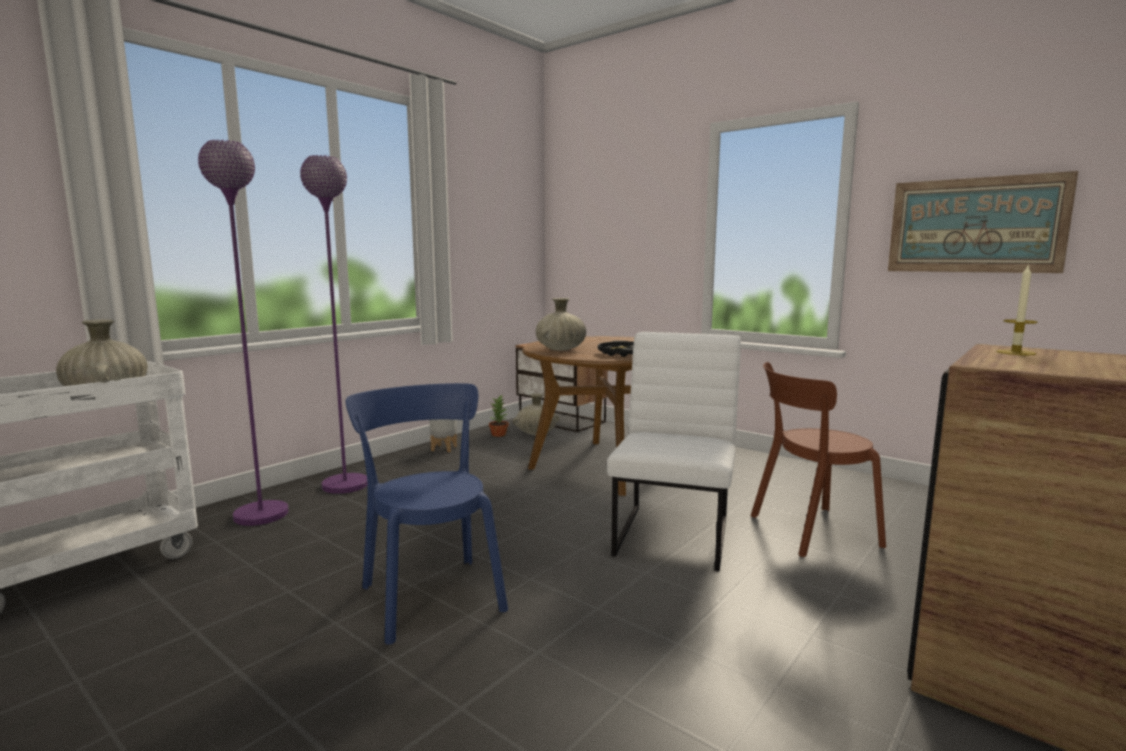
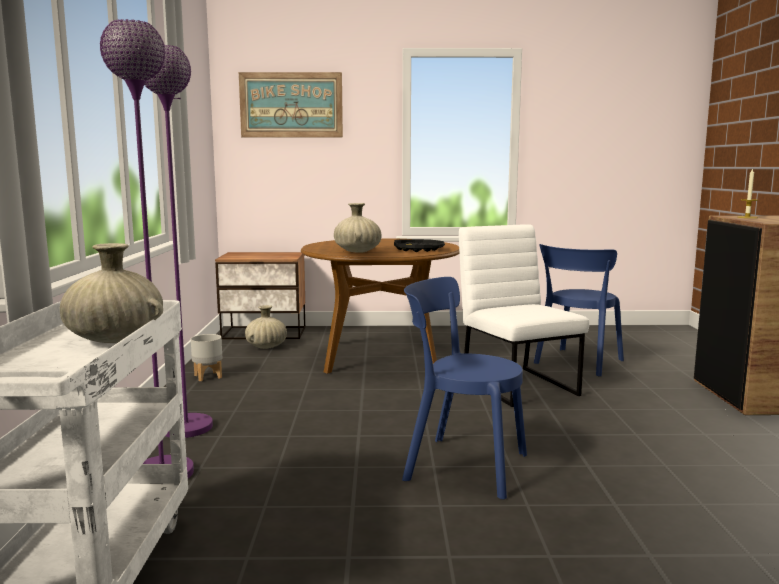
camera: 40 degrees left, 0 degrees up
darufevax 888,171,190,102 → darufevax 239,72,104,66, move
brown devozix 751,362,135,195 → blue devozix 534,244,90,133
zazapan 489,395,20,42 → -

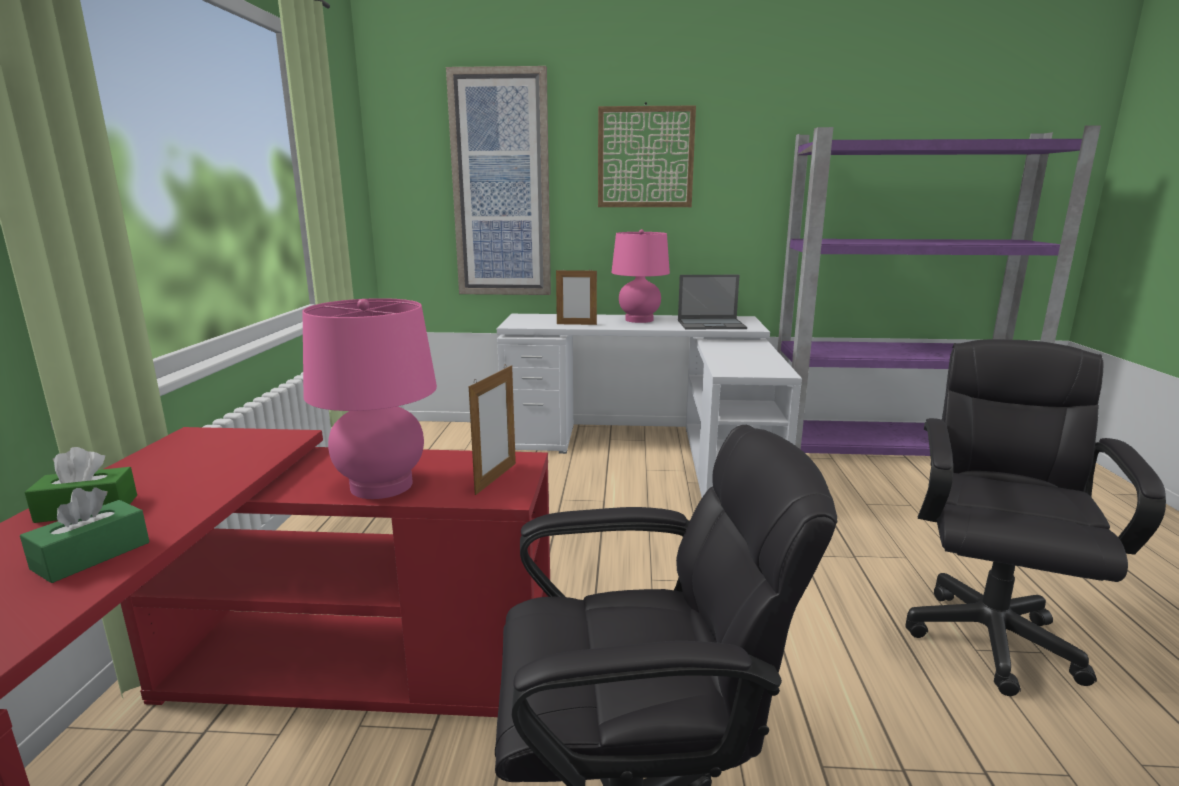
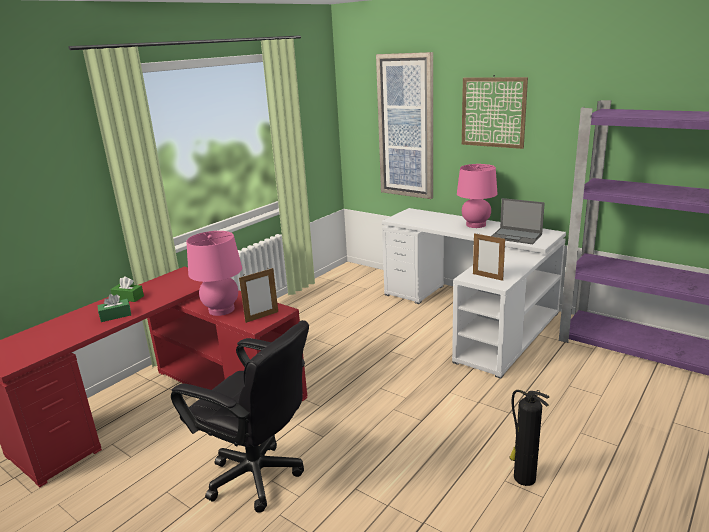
camera: 35 degrees right, 5 degrees up
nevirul 556,268,41,57 → nevirul 473,233,32,48, move
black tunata 905,339,261,357 → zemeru 510,390,39,96

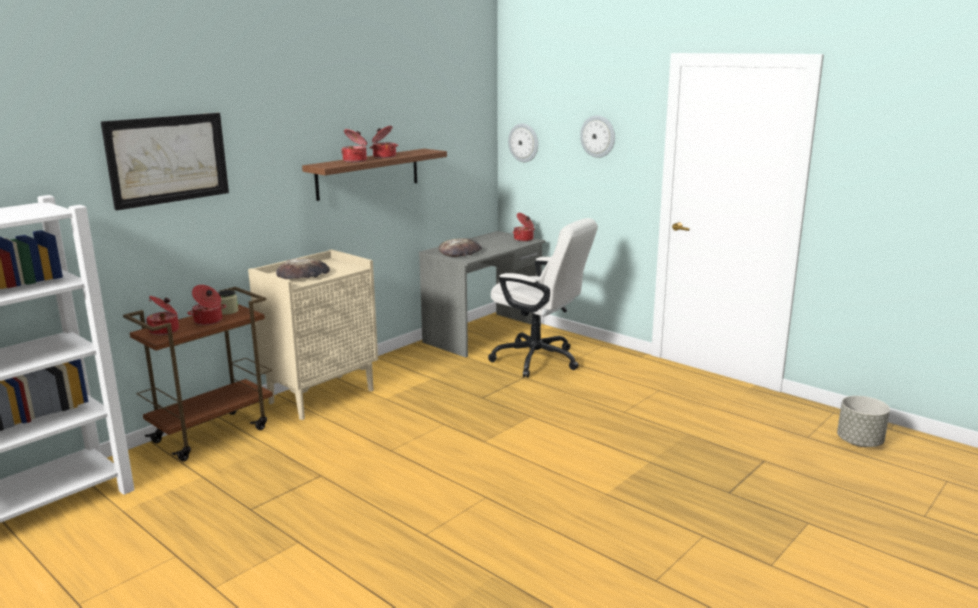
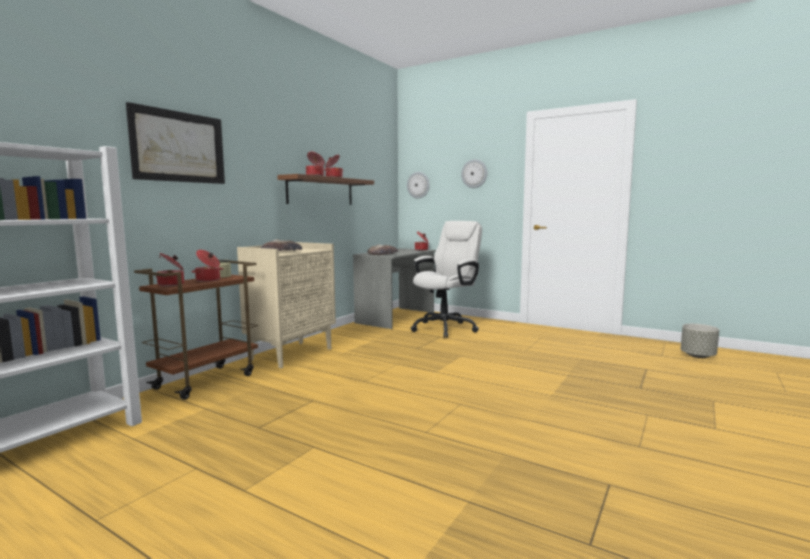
camera: 10 degrees left, 10 degrees down
white tunata 488,218,110,160 → white tunata 411,221,71,117, 75 degrees counterclockwise

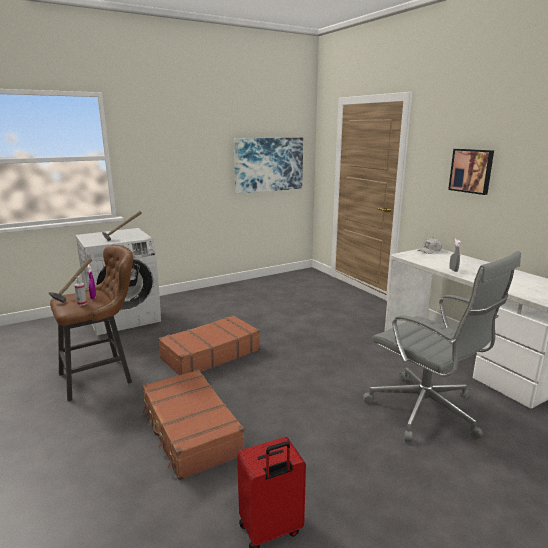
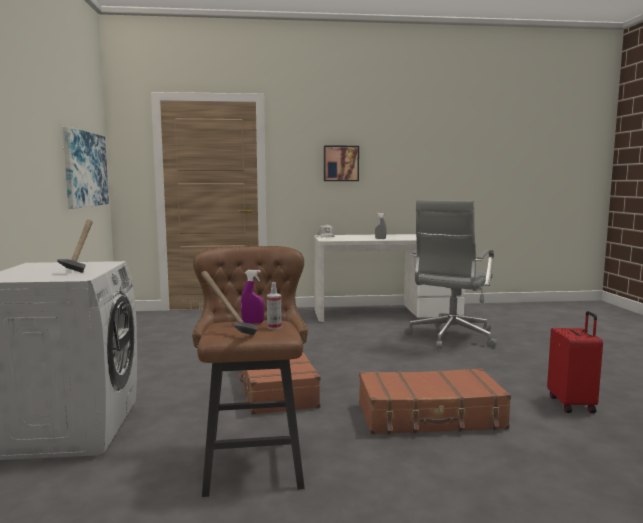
camera: 65 degrees left, 10 degrees down
grey tunata 363,251,158,191 → grey tunata 404,200,93,149, 135 degrees clockwise

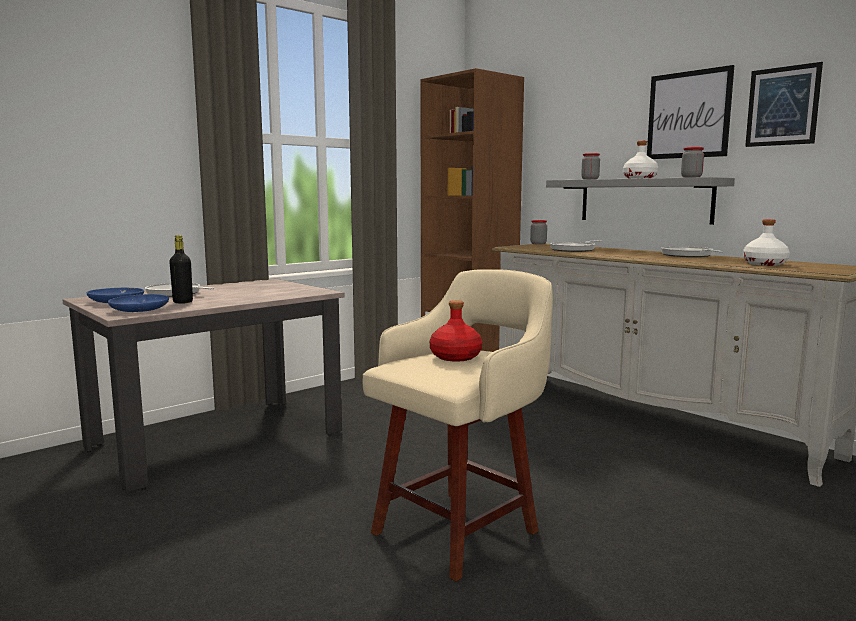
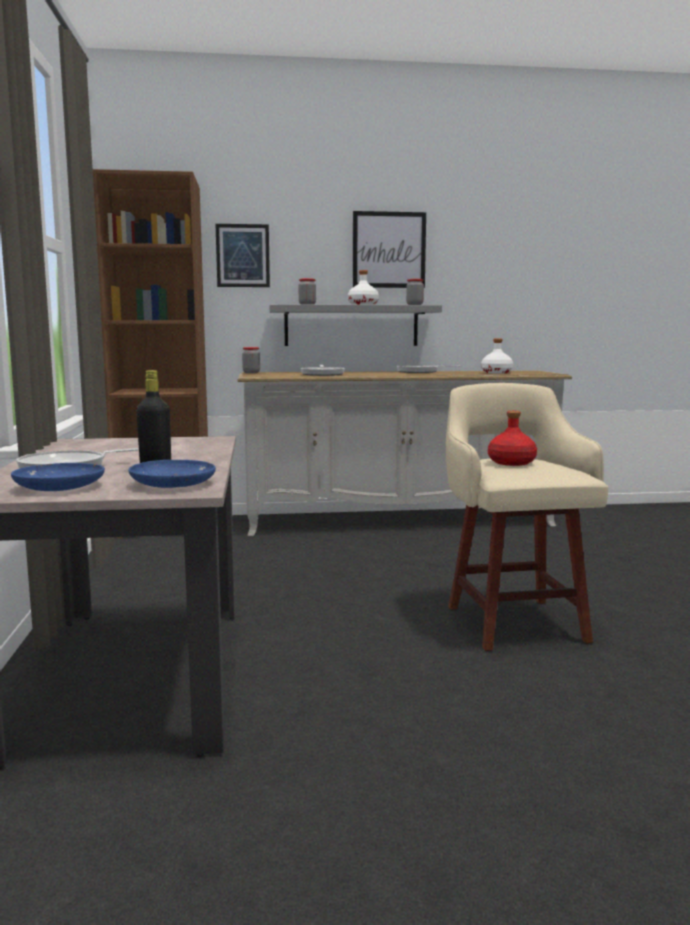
camera: 55 degrees left, 0 degrees up
darufevax 745,62,78,85 → darufevax 216,224,54,63, move

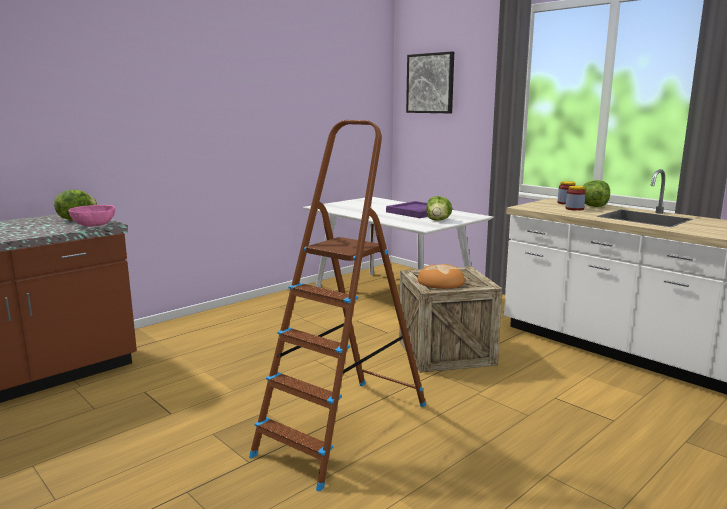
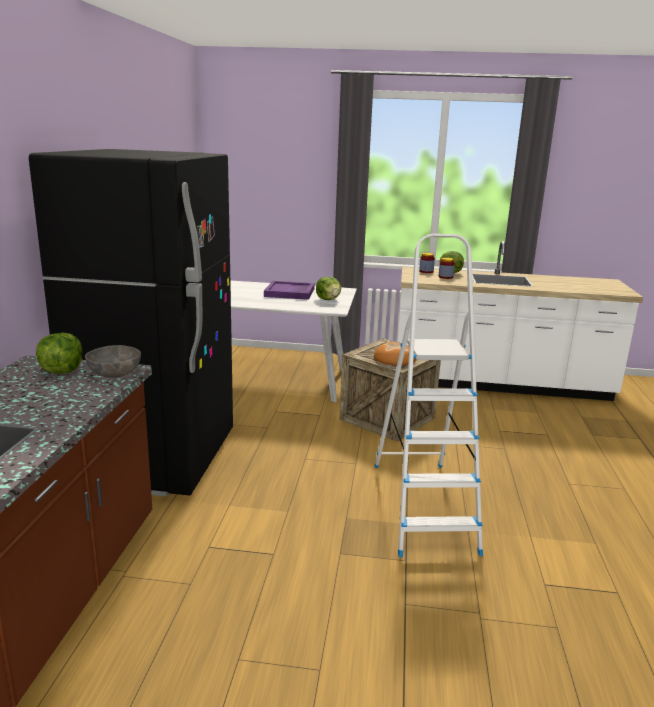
camera: 40 degrees left, 5 degrees up
darufevax 406,51,48,62 → -
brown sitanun 249,120,177,372 → white sitanun 375,234,108,323
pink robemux 68,205,47,22 → grey robemux 85,345,56,33
- → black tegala 29,149,204,347

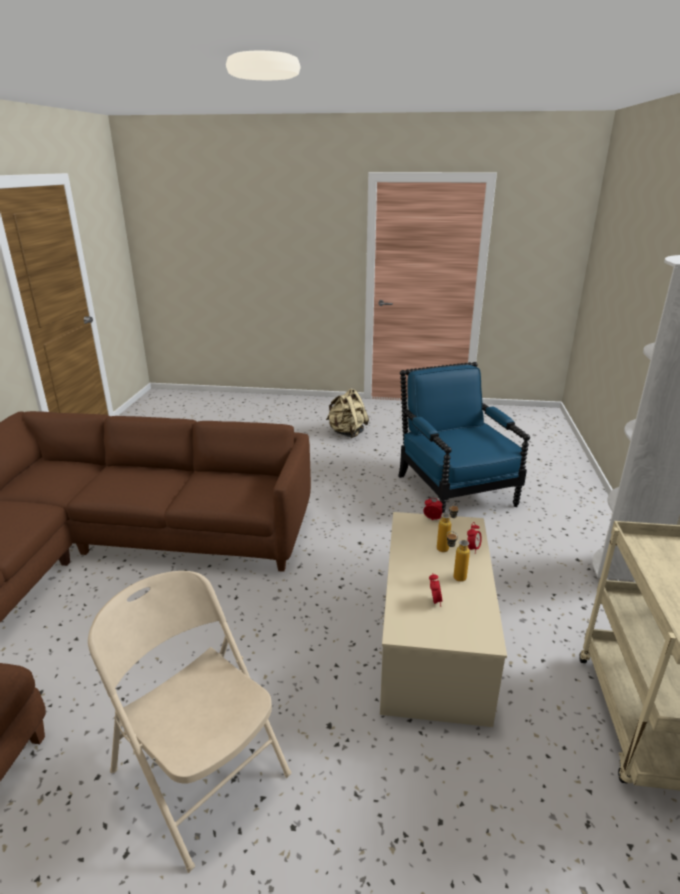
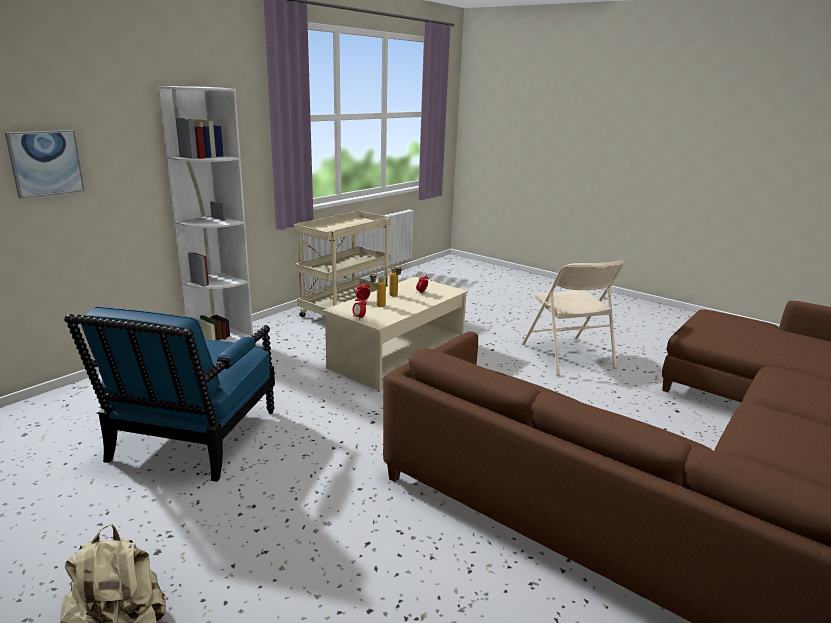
camera: 150 degrees left, 5 degrees down
- → darufevax 5,130,80,68

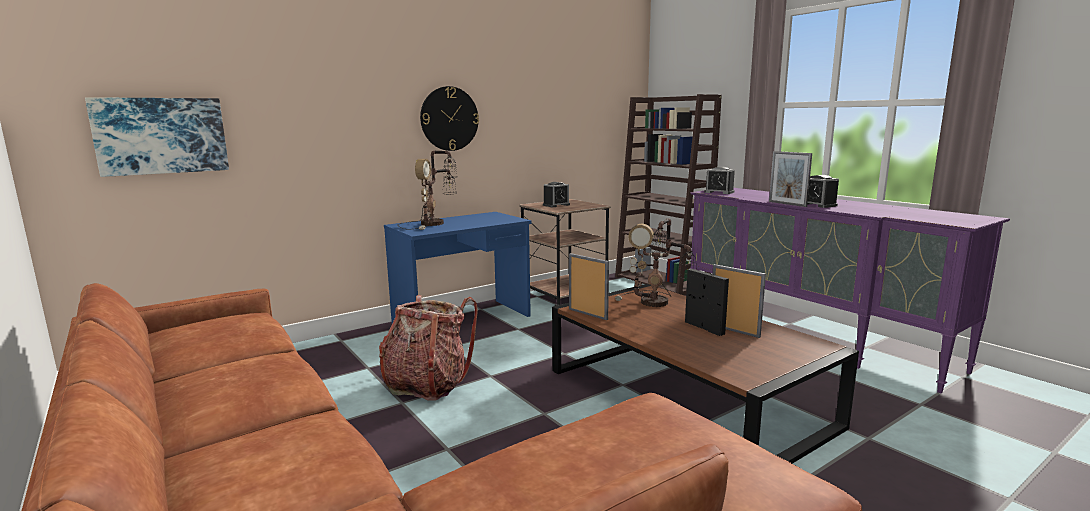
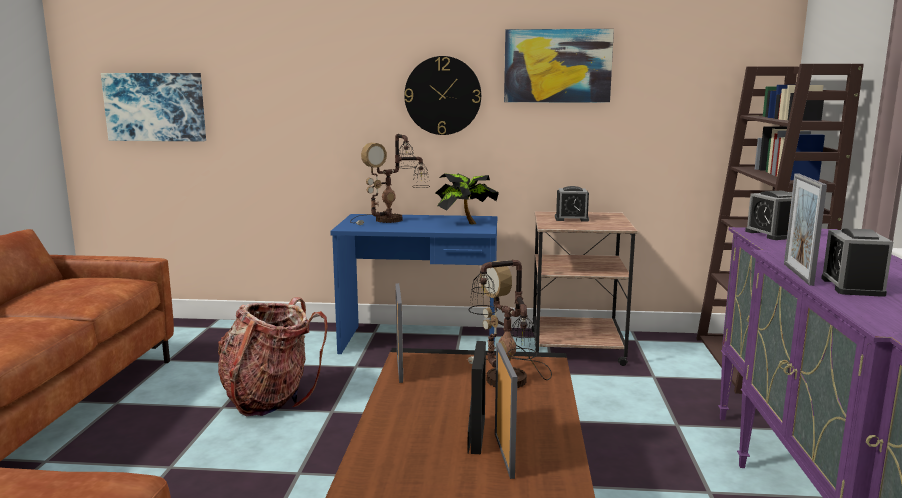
camera: 40 degrees right, 0 degrees up
- → darufevax 504,29,110,74
- → zazapan 435,174,64,50

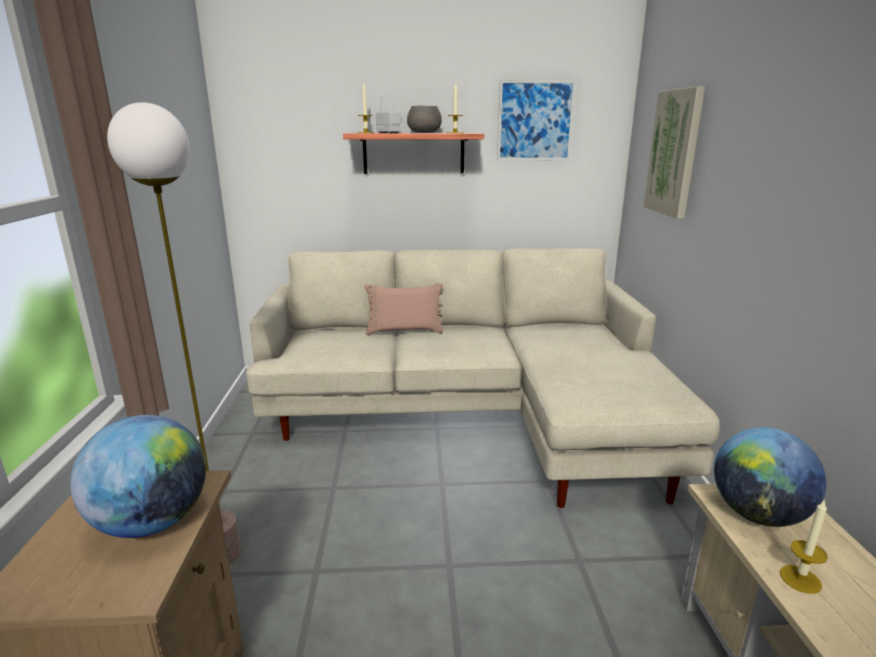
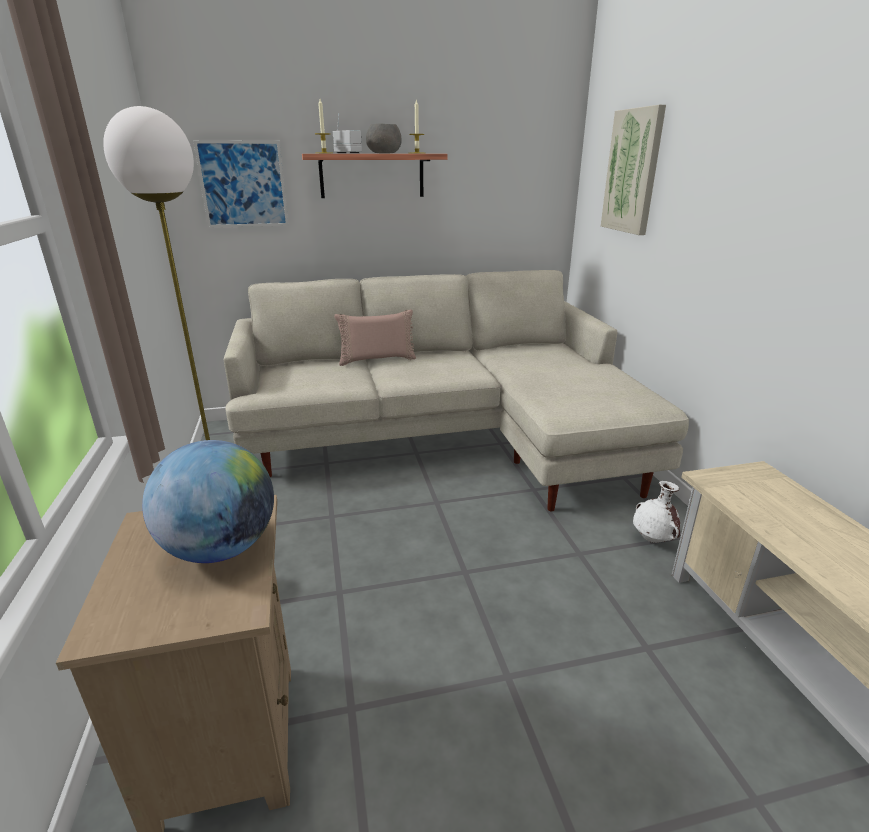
camera: 10 degrees left, 5 degrees up
darufevax 497,80,79,80 → darufevax 193,140,96,88, move
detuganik 714,427,112,100 → -
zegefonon 780,499,48,95 → -
- → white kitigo 633,481,47,62

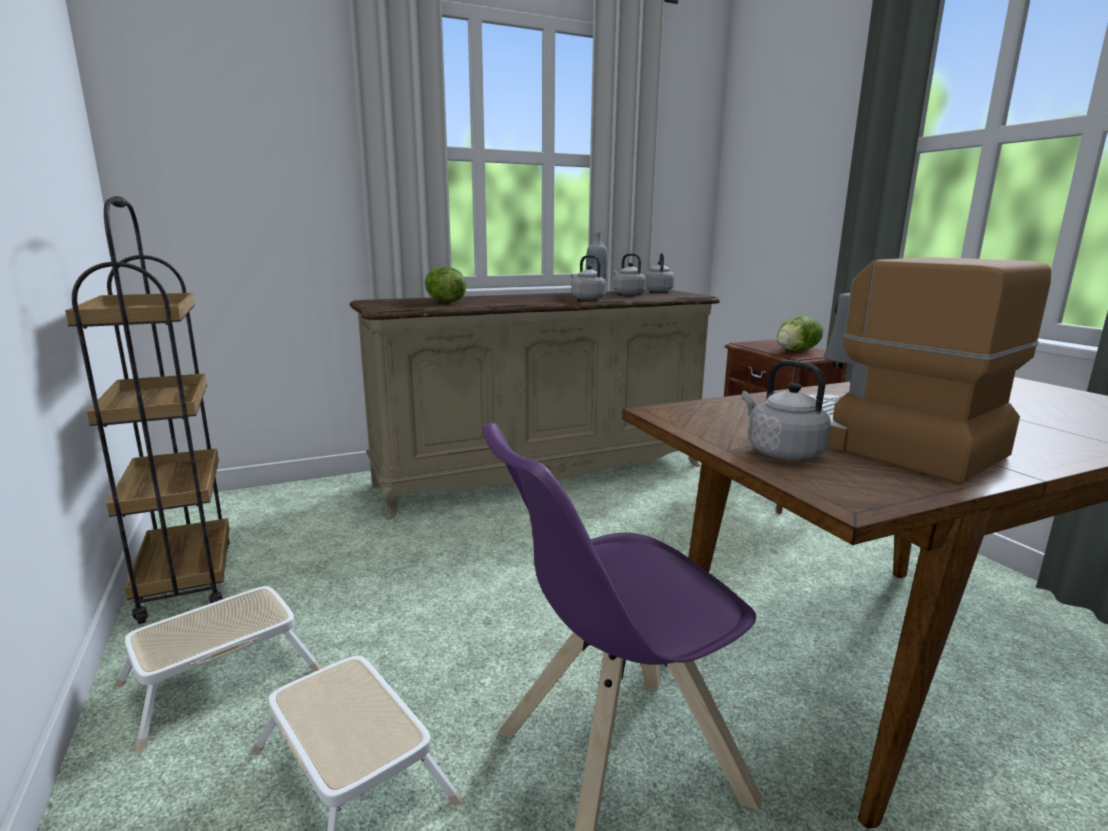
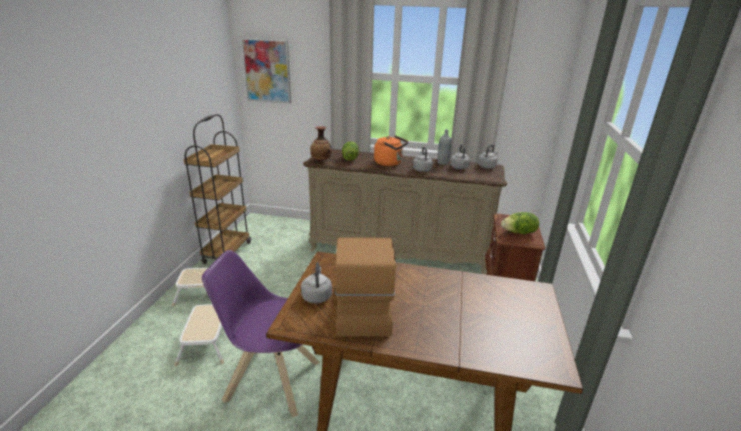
camera: 35 degrees right, 10 degrees up
- → darufevax 241,38,50,66
- → kitigo 310,126,22,35
- → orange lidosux 374,135,34,31

